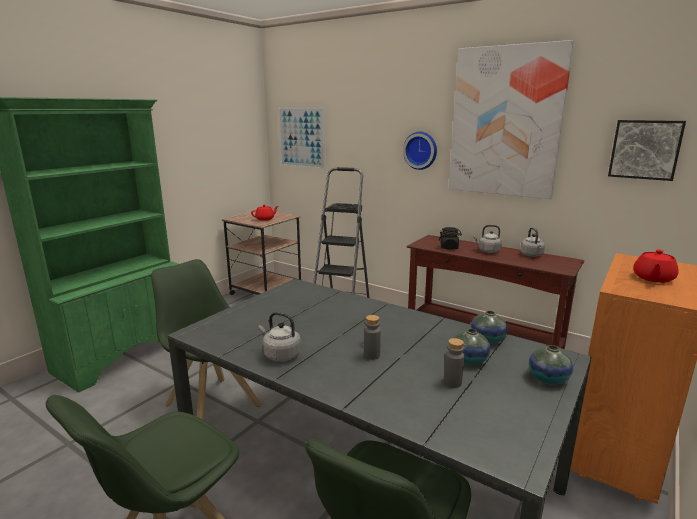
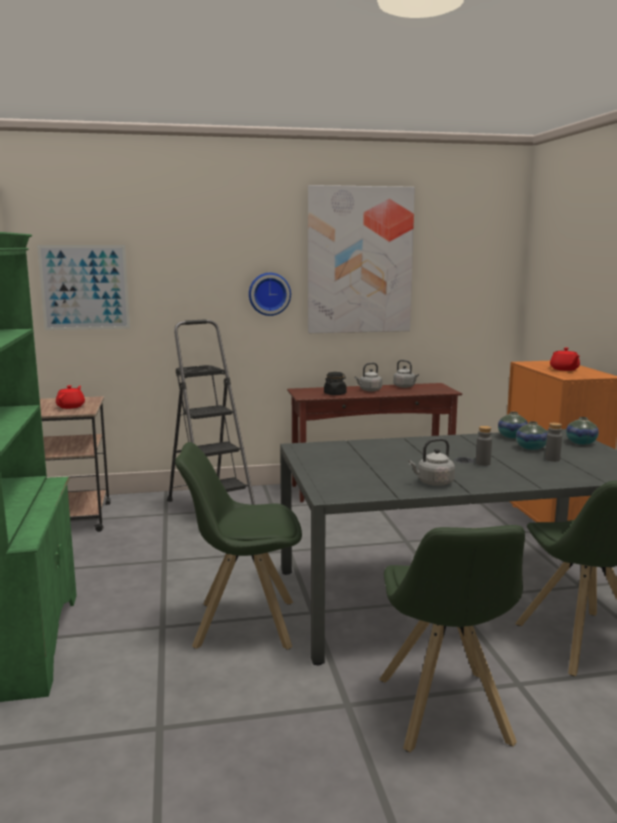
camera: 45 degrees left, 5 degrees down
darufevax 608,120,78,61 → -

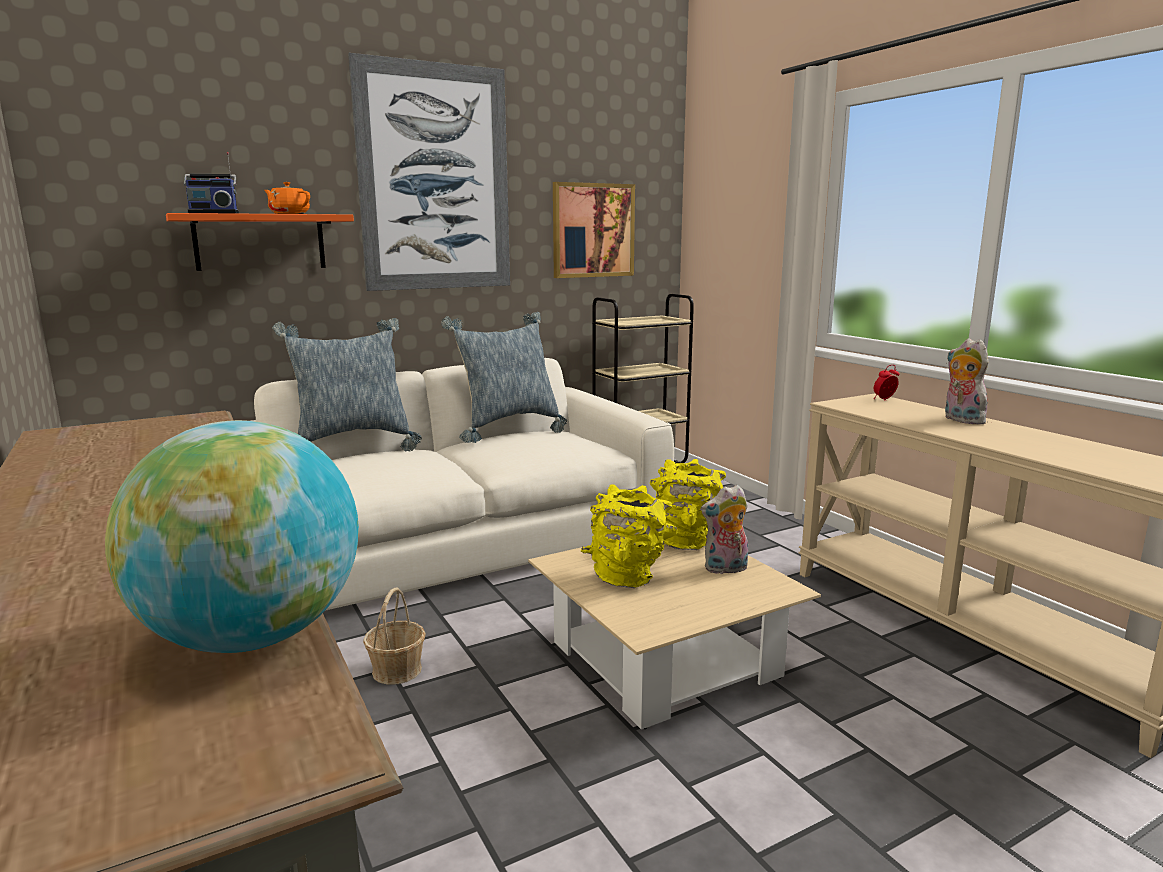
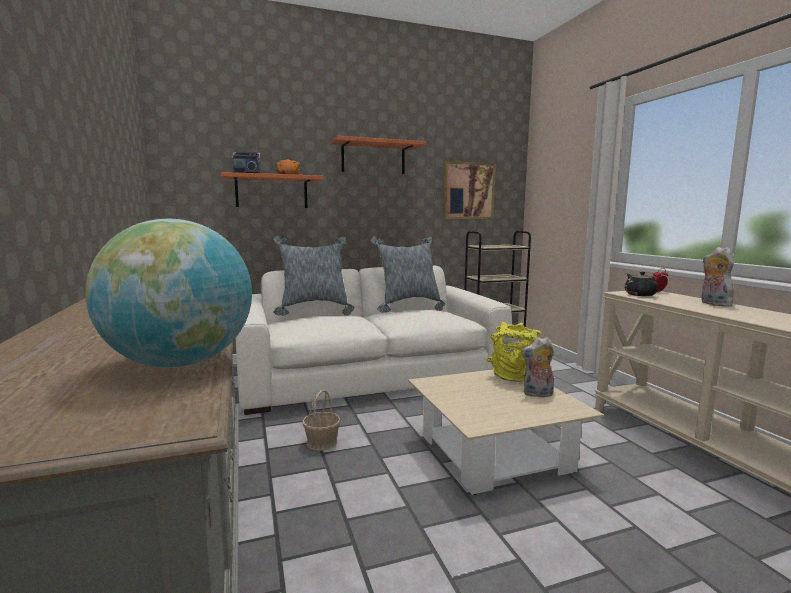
camera: 10 degrees right, 5 degrees down
darufevax 348,53,162,238 → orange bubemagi 330,136,96,38
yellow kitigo 581,484,97,104 → -
- → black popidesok 624,272,34,24

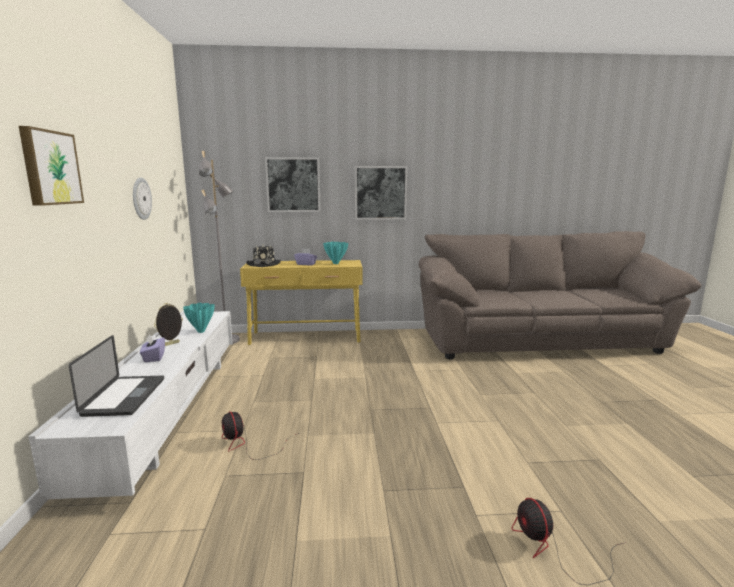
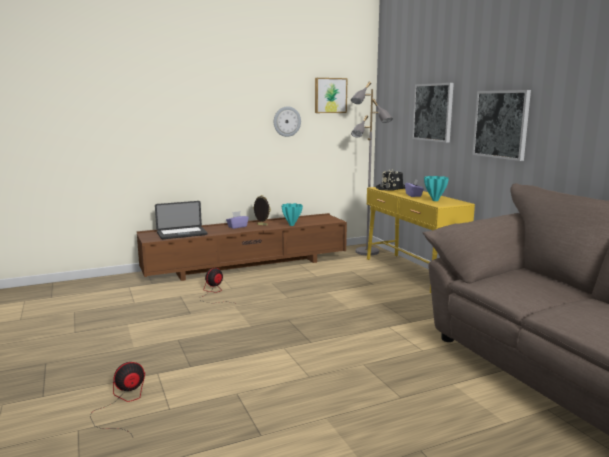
camera: 70 degrees right, 0 degrees up
darufevax 19,126,65,80 → darufevax 315,78,32,35, move
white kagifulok 28,311,205,188 → brown kagifulok 137,213,210,68

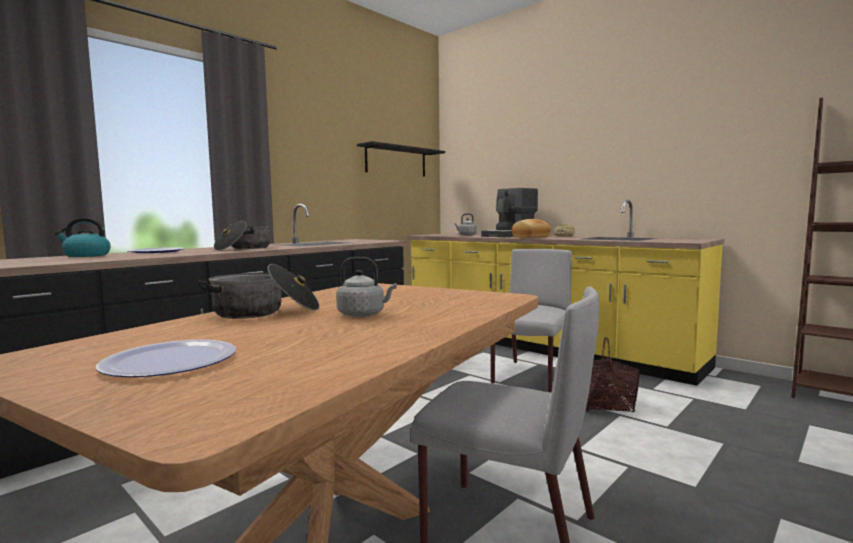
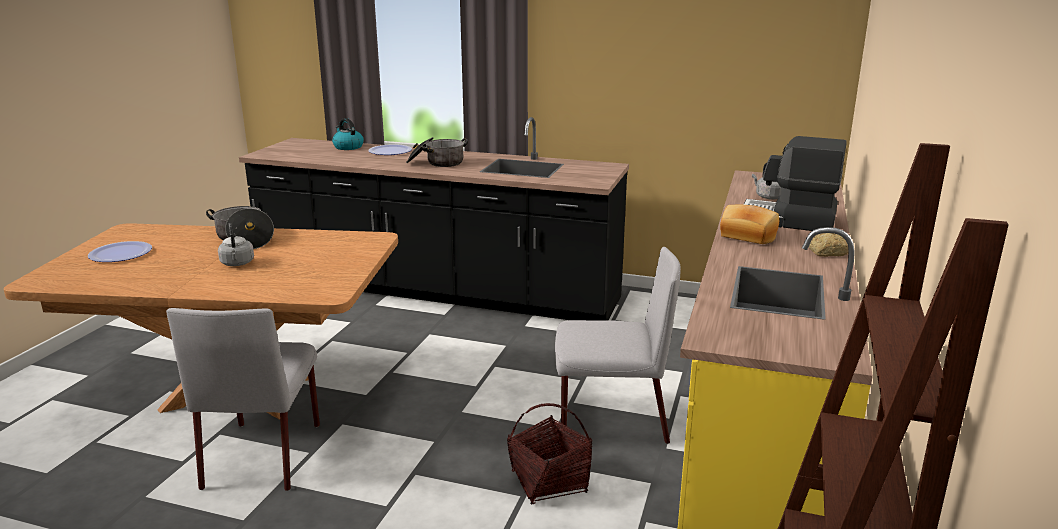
camera: 65 degrees right, 15 degrees up
black bubemagi 357,141,88,36 → -

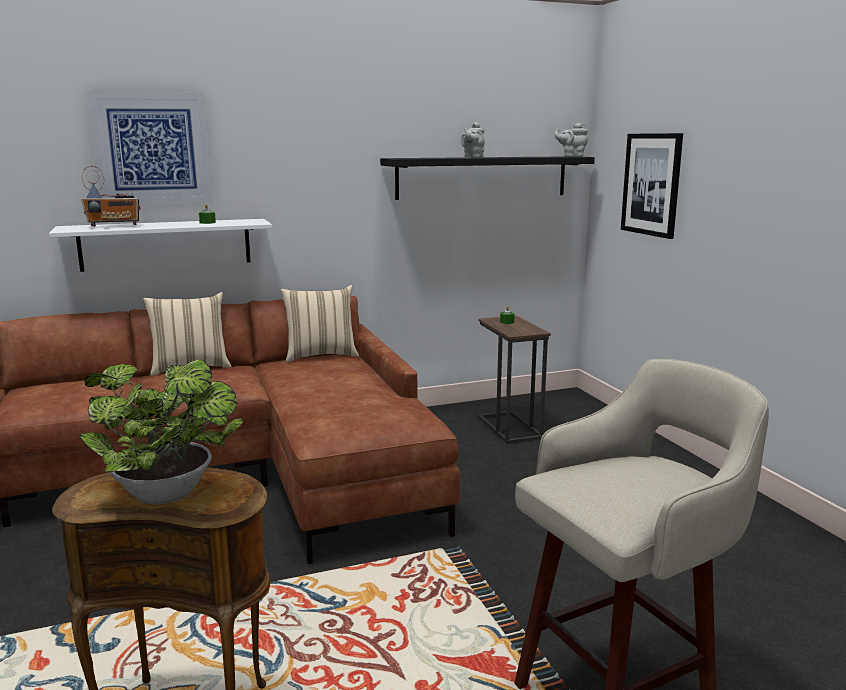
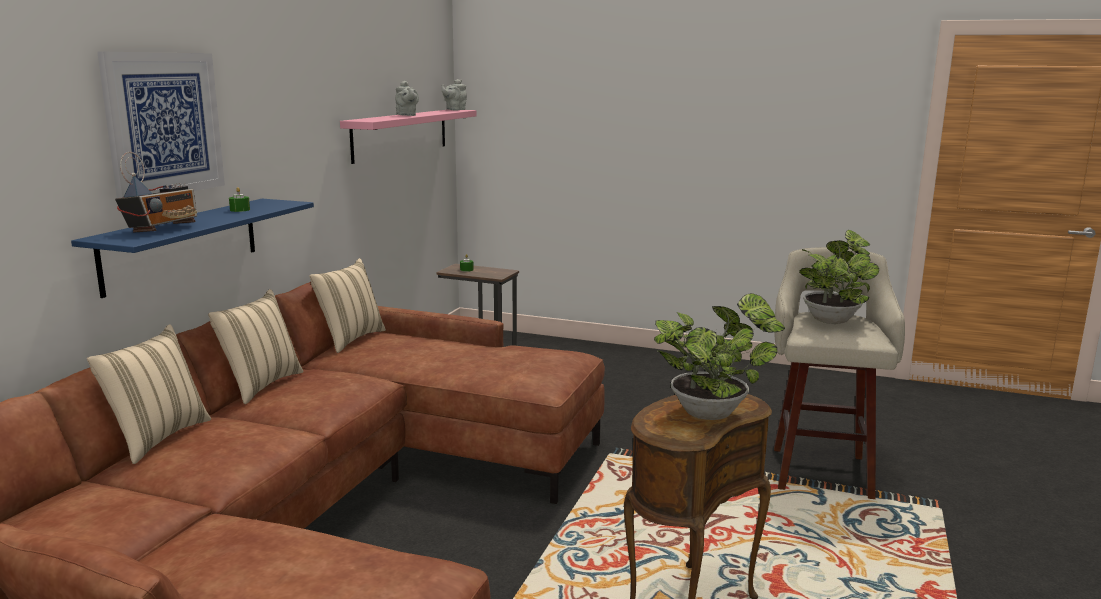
camera: 50 degrees left, 0 degrees up
darufevax 621,133,62,106 → -
black bubemagi 380,156,215,44 → pink bubemagi 340,110,137,54
white bubemagi 49,219,223,53 → blue bubemagi 71,199,243,99
- → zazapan 799,230,80,94
- → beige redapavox 87,324,124,140

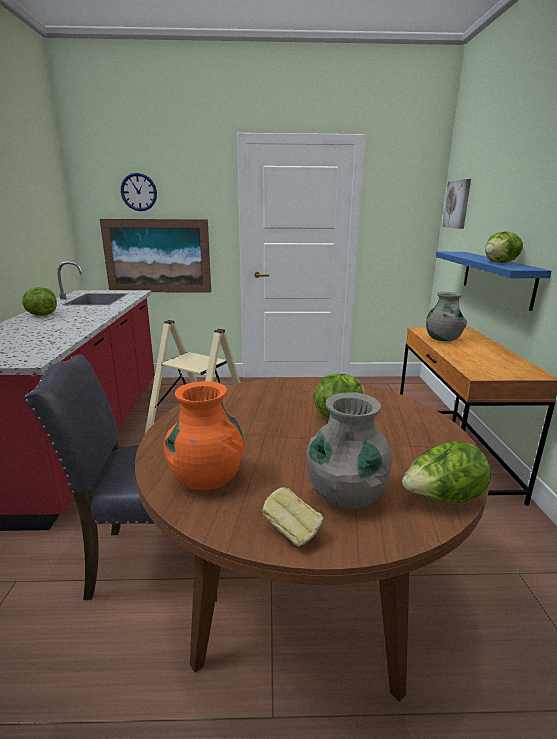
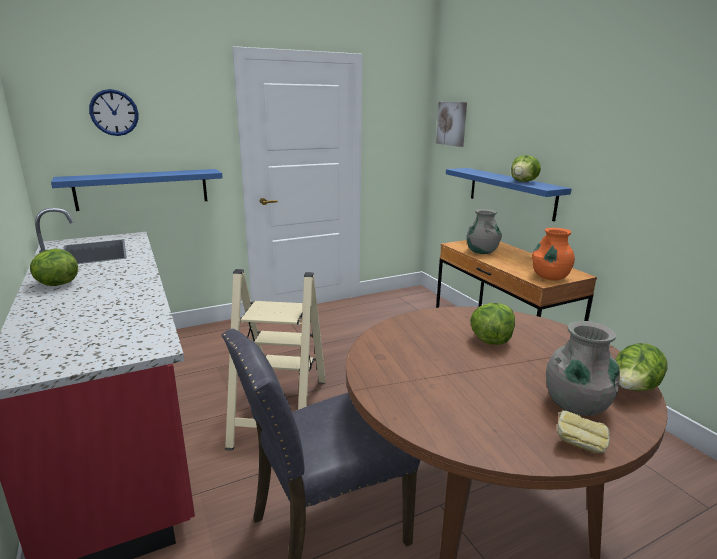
camera: 25 degrees left, 0 degrees up
darufevax 100,219,111,73 → blue bubemagi 51,169,172,42
orange kitigo 163,381,81,109 → orange kitigo 532,228,43,52, move

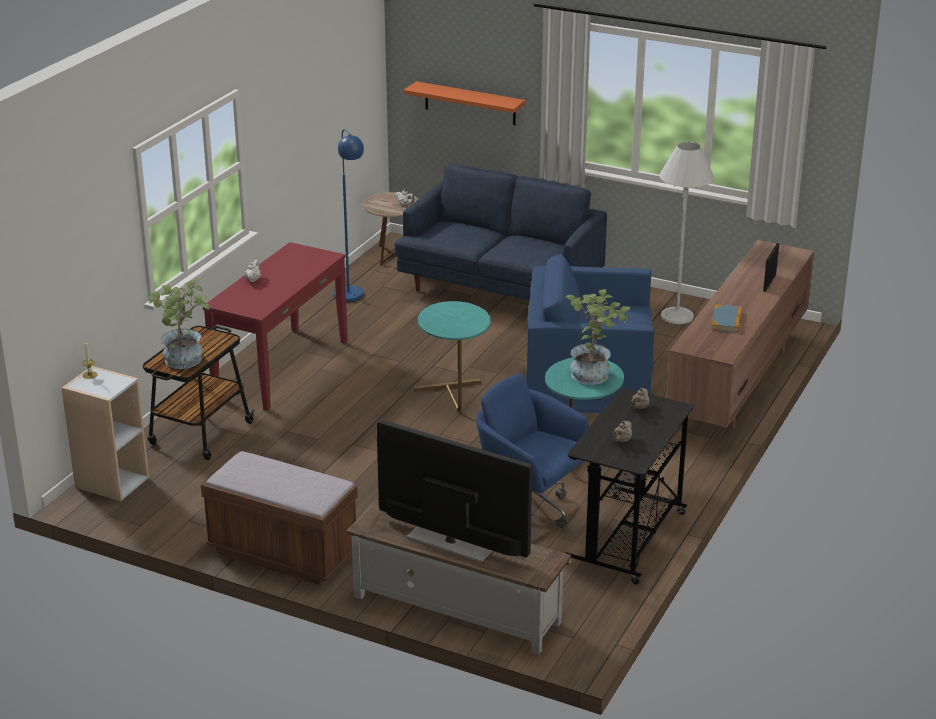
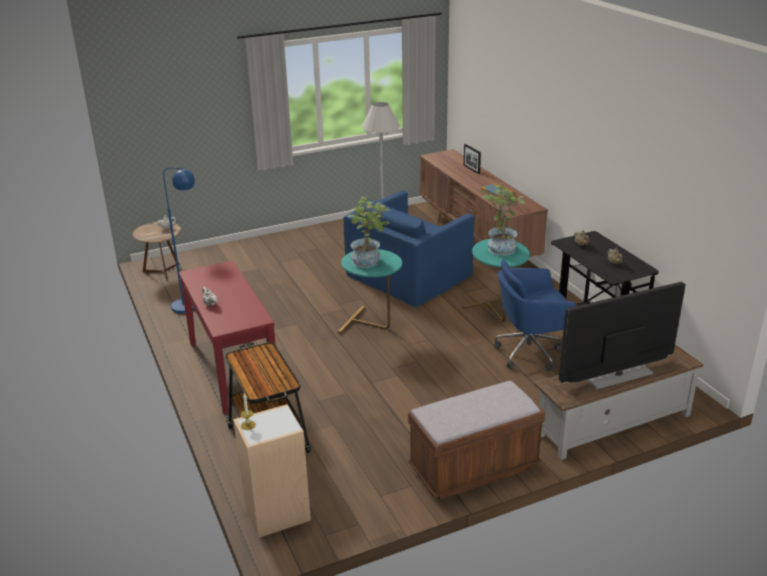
camera: 50 degrees left, 0 degrees up
orange bubemagi 404,81,122,44 → -
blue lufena 394,164,213,136 → -
zazapan 149,277,61,92 → zazapan 347,197,42,71, move

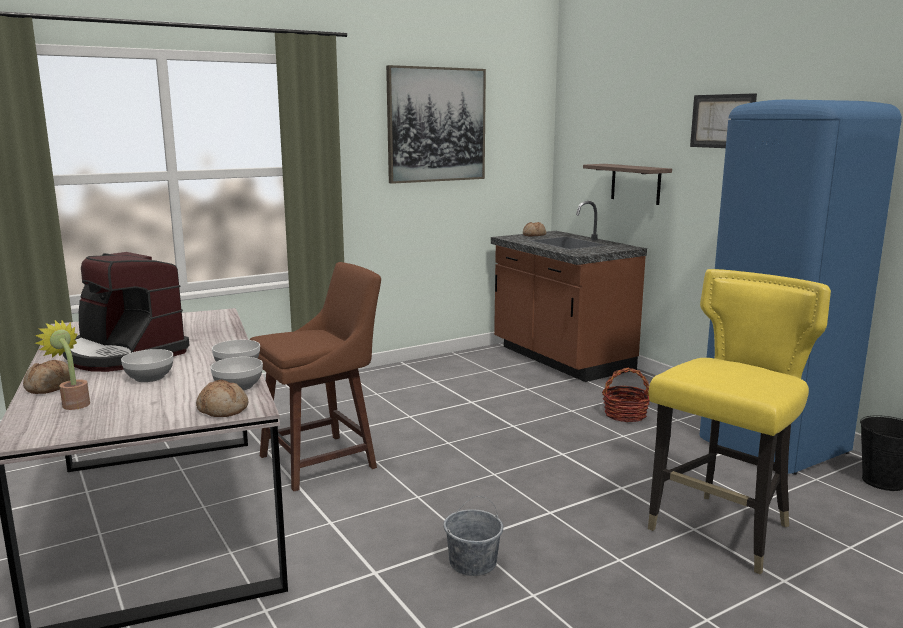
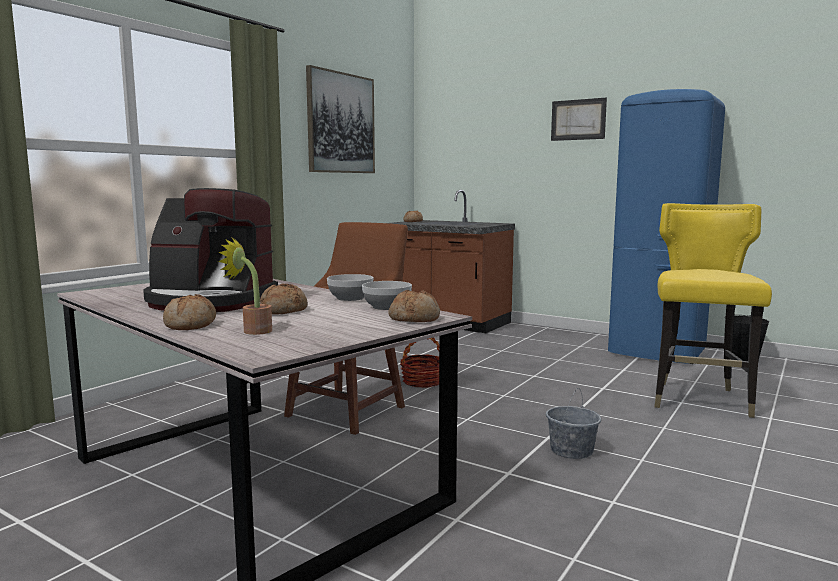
camera: 25 degrees left, 5 degrees down
bubemagi 583,164,89,41 → -
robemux 121,349,52,33 → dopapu 260,284,47,30
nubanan 602,367,48,55 → nubanan 400,337,39,51, move

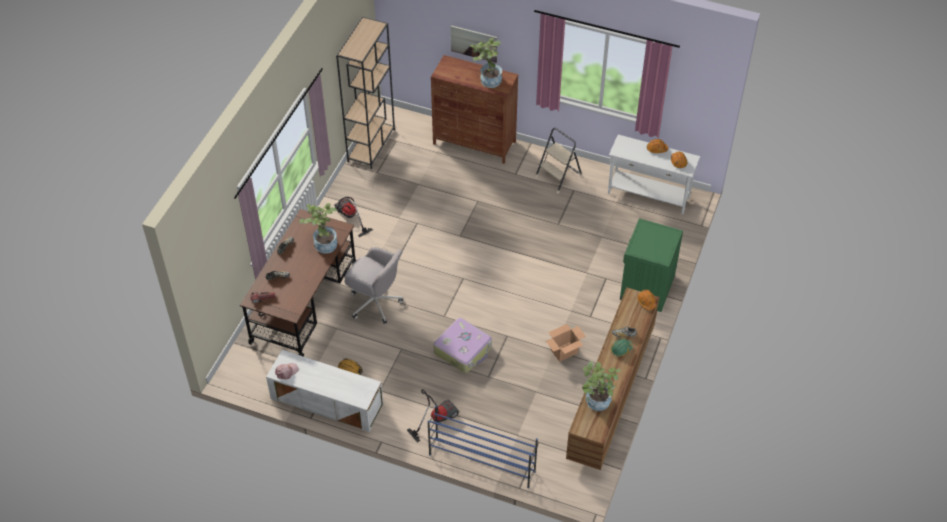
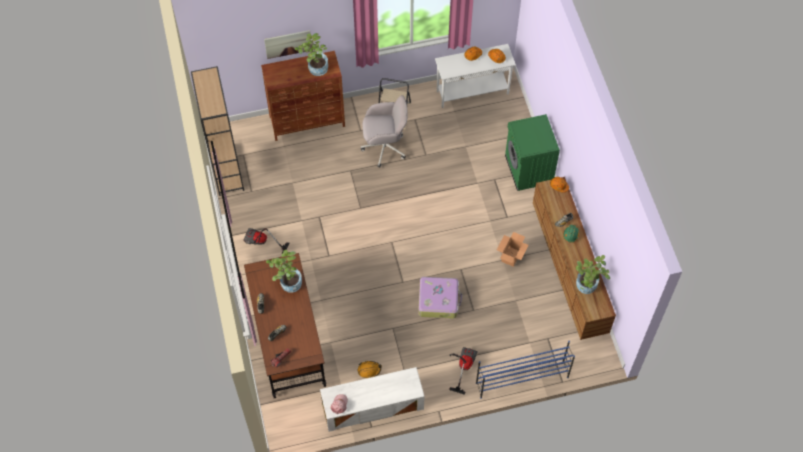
camera: 35 degrees left, 10 degrees up
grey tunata 344,247,59,77 → grey tunata 361,95,47,73, move

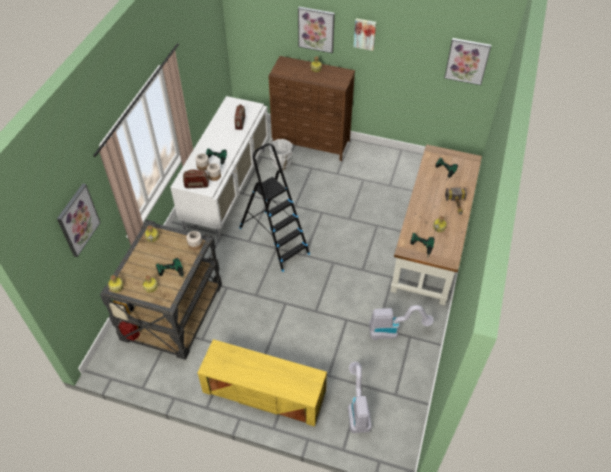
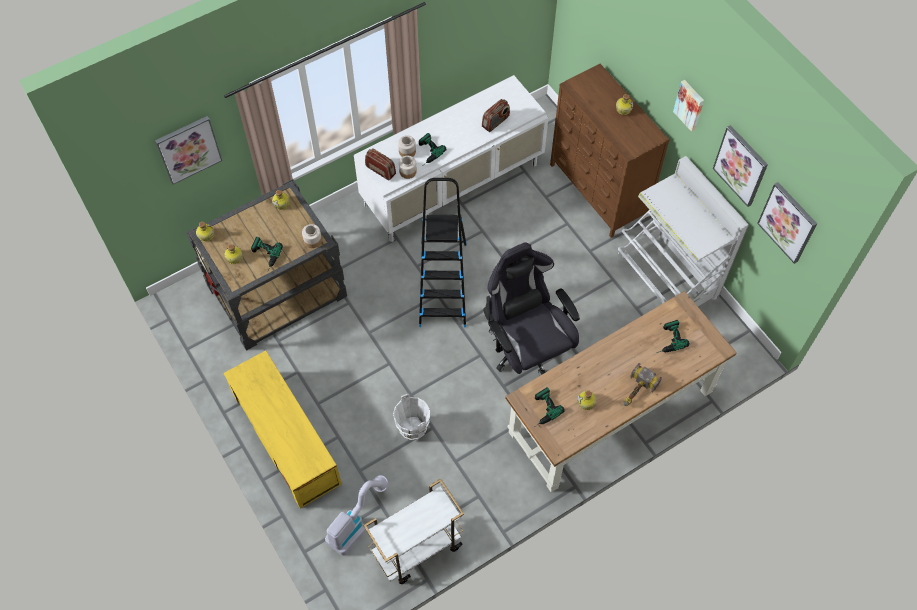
camera: 40 degrees right, 10 degrees up
darufevax 298,7,37,46 → darufevax 713,125,55,82, move
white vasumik 270,138,23,32 → white vasumik 393,394,37,46, move
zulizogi 369,305,65,35 → -
- → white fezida 618,156,131,150
- → black tunata 483,242,97,134
- → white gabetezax 363,479,101,105

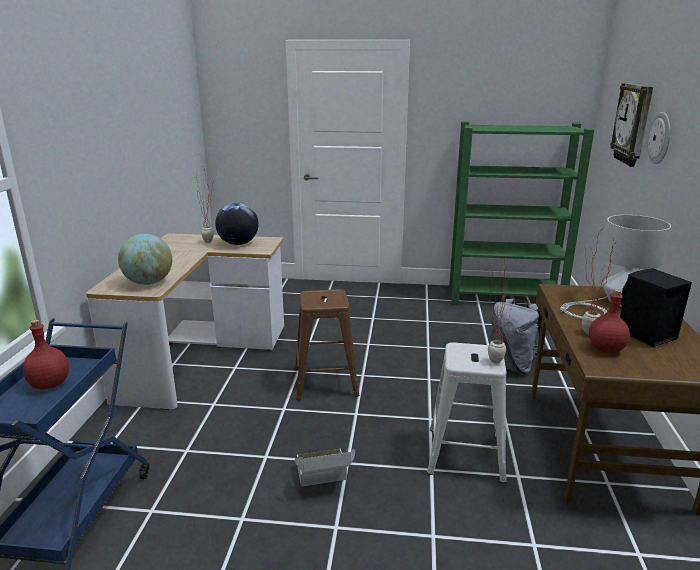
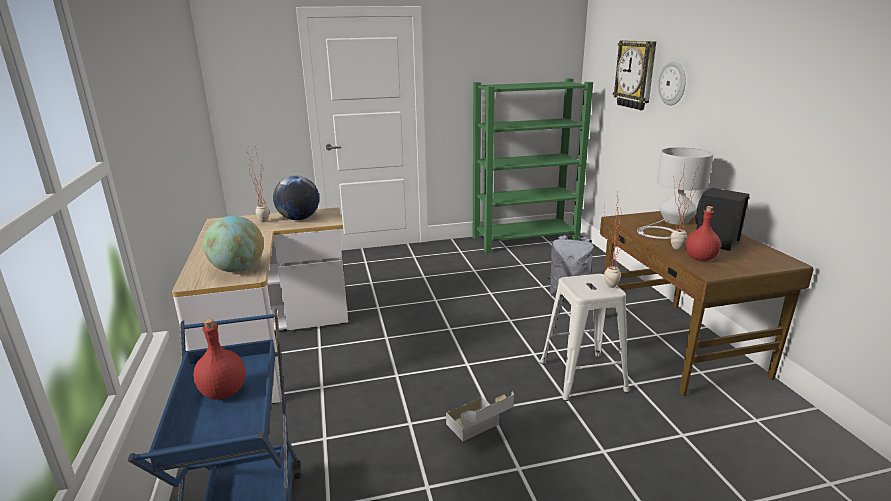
camera: 20 degrees left, 0 degrees up
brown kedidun 295,289,65,112 → -

